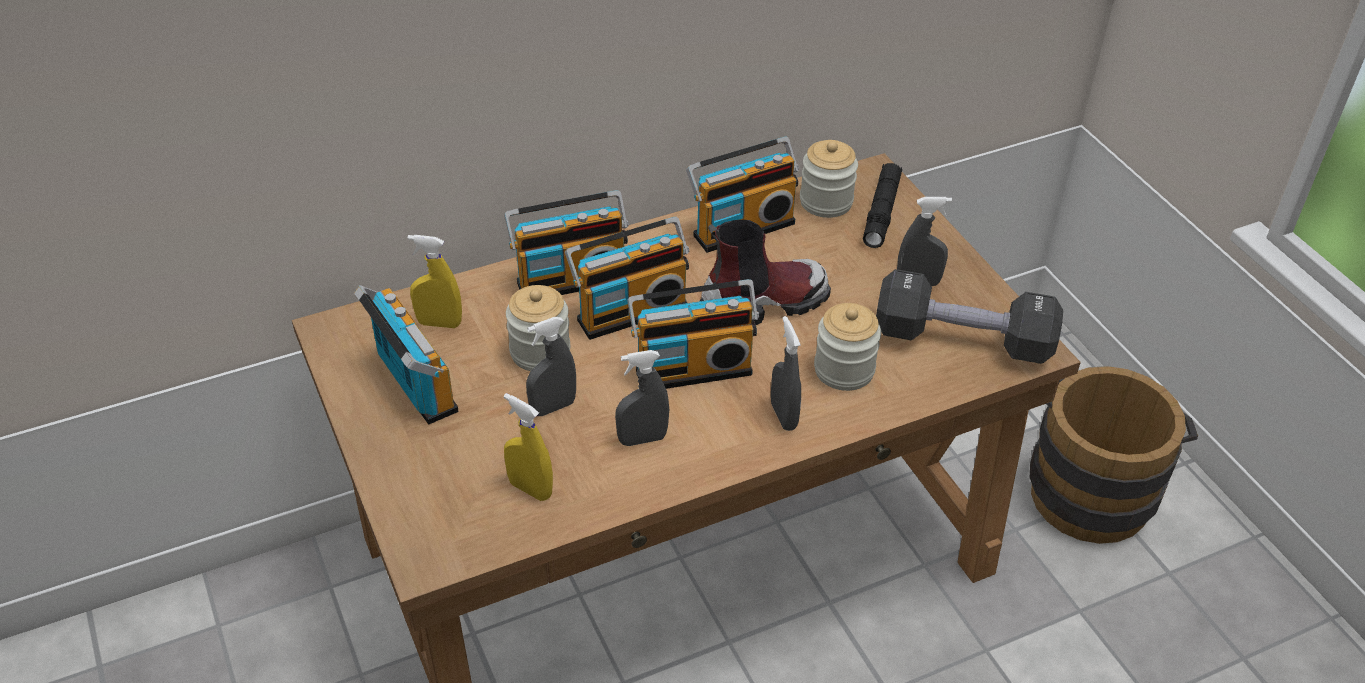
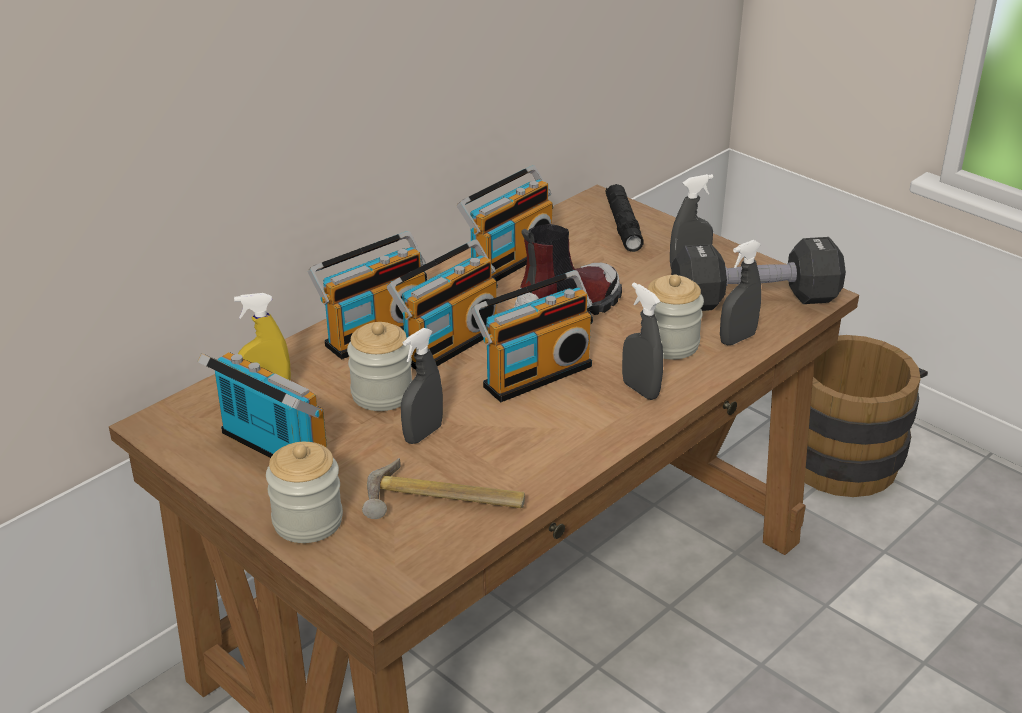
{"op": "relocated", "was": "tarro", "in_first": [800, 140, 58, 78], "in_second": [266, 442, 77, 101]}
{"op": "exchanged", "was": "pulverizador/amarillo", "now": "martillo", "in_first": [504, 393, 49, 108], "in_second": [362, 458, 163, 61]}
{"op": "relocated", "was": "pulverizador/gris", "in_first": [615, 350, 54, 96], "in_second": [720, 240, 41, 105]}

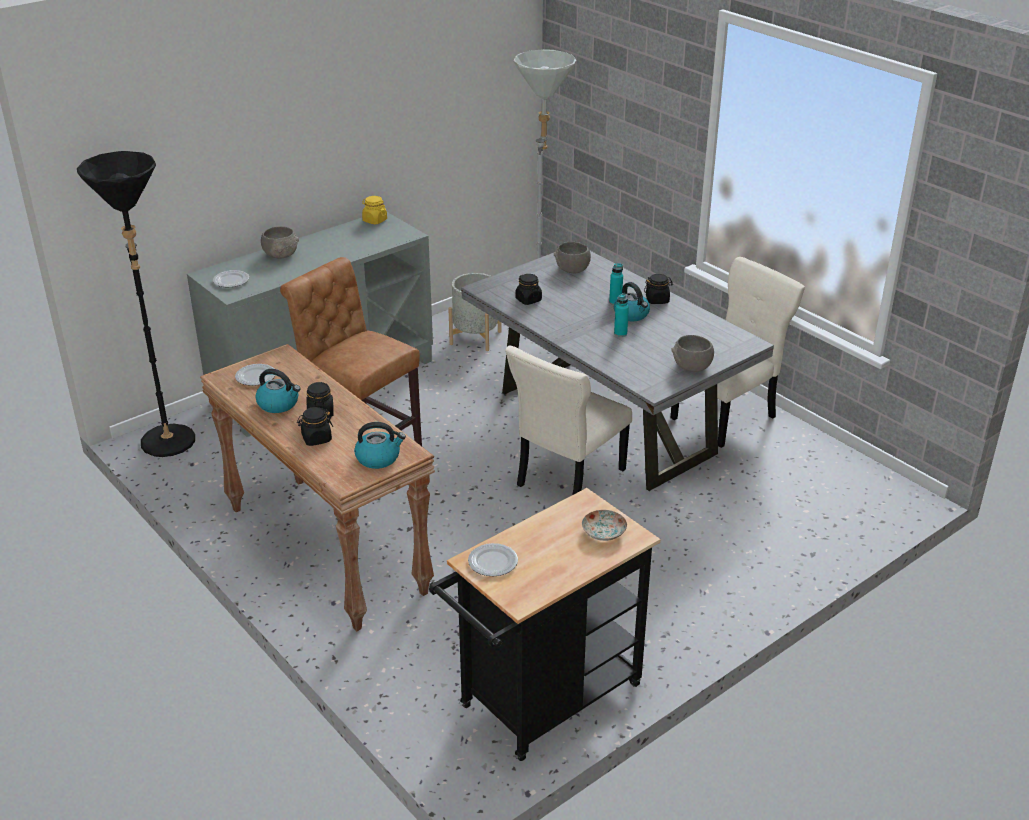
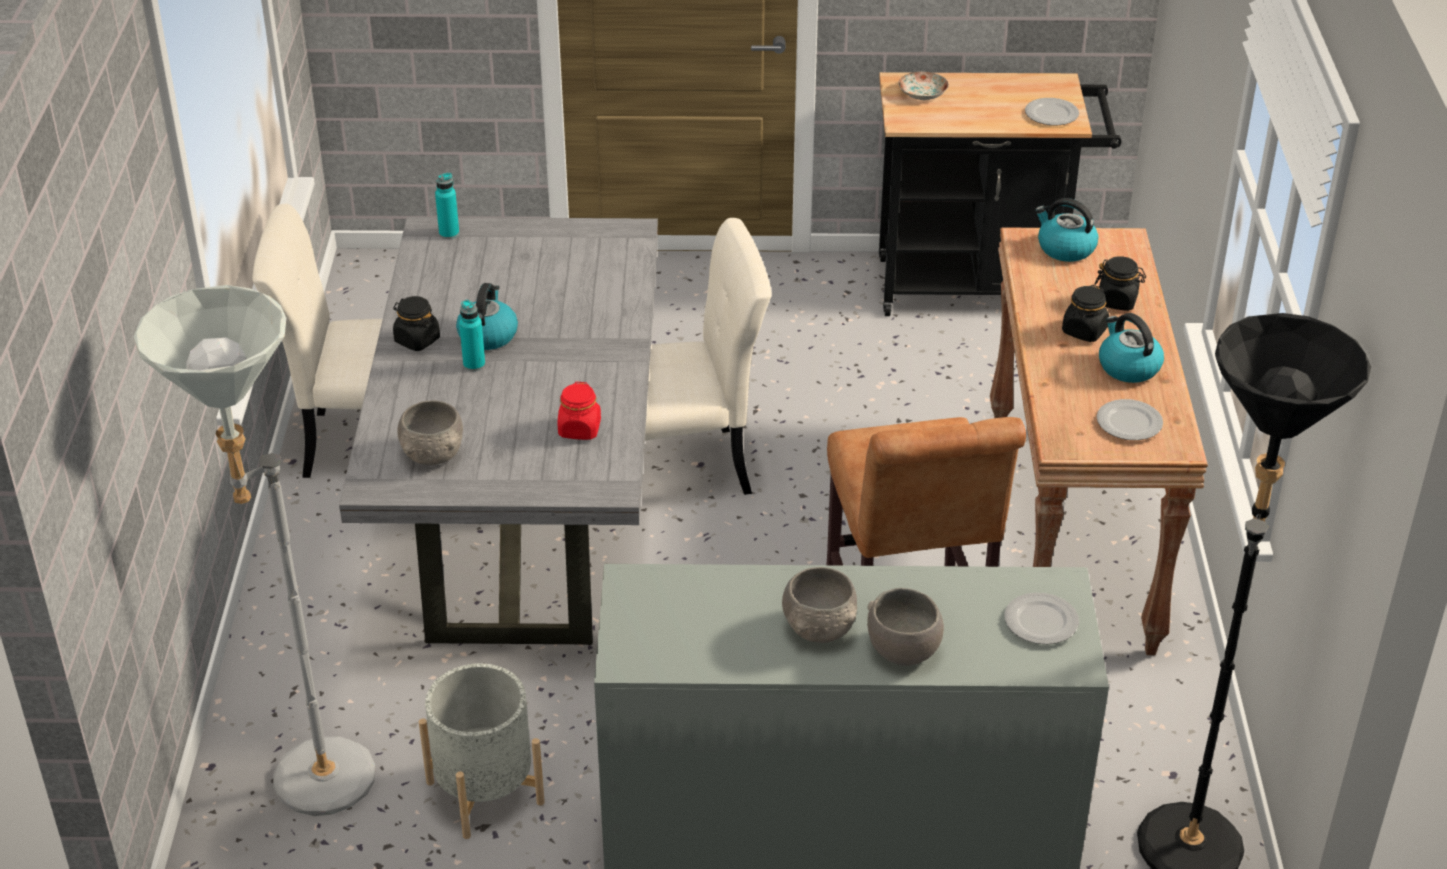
{"op": "relocated", "was": "botella/turquesa", "in_first": [614, 293, 15, 44], "in_second": [435, 173, 24, 66]}
{"op": "colour", "was": "tarro/negro", "now": "tarro/rojo", "in_first": [515, 274, 27, 31], "in_second": [557, 382, 44, 58]}
{"op": "relocated", "was": "cuenco/gris", "in_first": [671, 335, 43, 37], "in_second": [782, 567, 75, 76]}
{"op": "missing", "was": "tarro/amarillo", "in_first": [362, 196, 25, 28]}

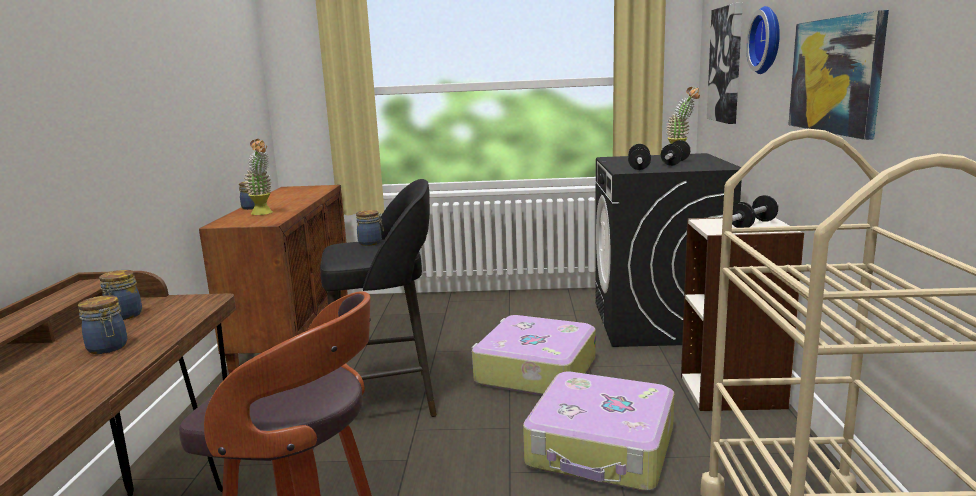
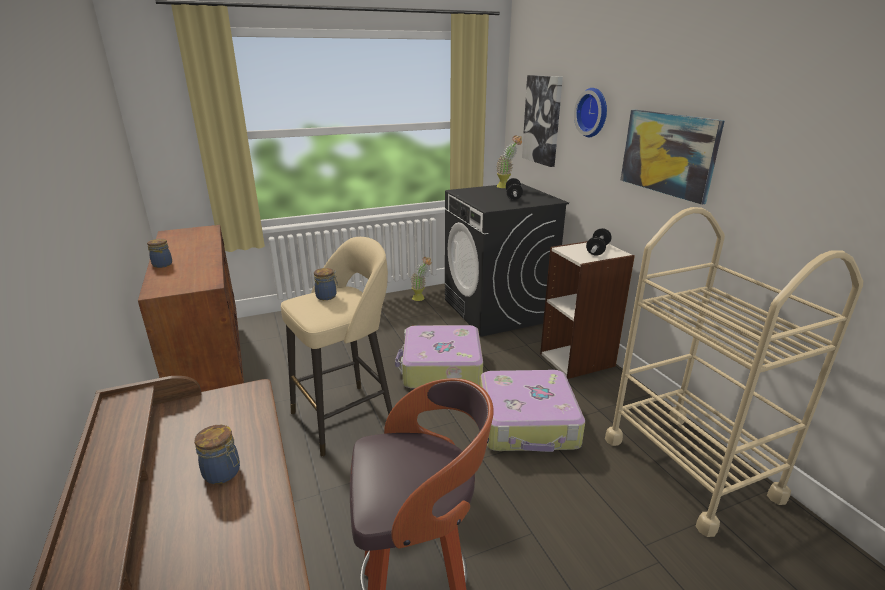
{"op": "colour", "was": "taburete/negro", "now": "taburete/beis", "in_first": [320, 179, 117, 238], "in_second": [281, 237, 111, 219]}
{"op": "relocated", "was": "planta en maceta", "in_first": [244, 139, 28, 76], "in_second": [411, 257, 21, 44]}
{"op": "missing", "was": "tarro", "in_first": [99, 270, 43, 50]}
{"op": "missing", "was": "mancuerna", "in_first": [628, 144, 23, 26]}

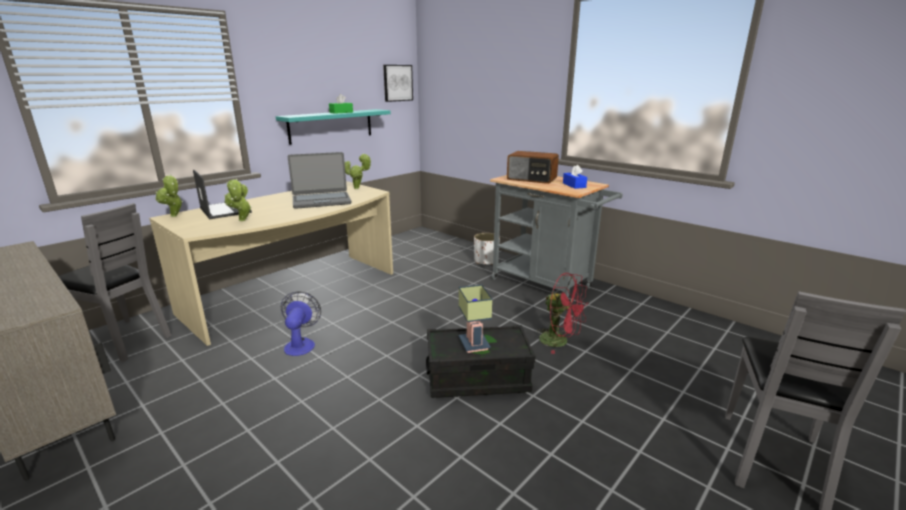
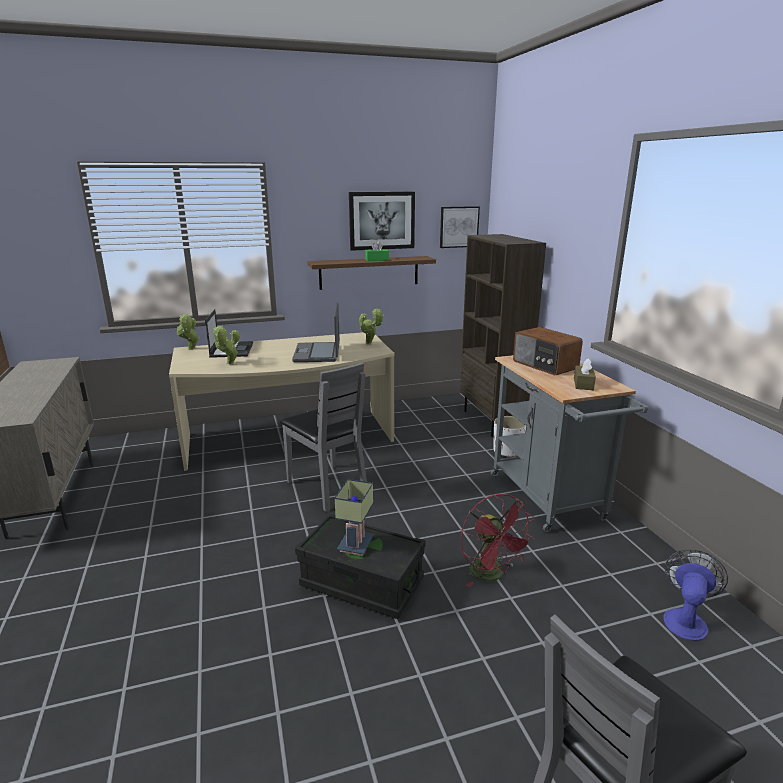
{"op": "relocated", "was": "silla/gris", "in_first": [59, 203, 113, 159], "in_second": [280, 362, 87, 150]}
{"op": "spun", "was": "portátil", "in_first": [288, 152, 64, 57], "in_second": [292, 303, 48, 59], "clockwise": 75}
{"op": "colour", "was": "estante/turquesa", "now": "estante/marrón", "in_first": [276, 109, 115, 36], "in_second": [308, 256, 128, 34]}
{"op": "appeared", "now": "cuadro", "in_second": [349, 192, 66, 59]}
{"op": "appeared", "now": "estantería/marrón", "in_second": [460, 234, 86, 203]}
{"op": "colour", "was": "caja de pañuelos/azul", "now": "caja de pañuelos/marrón", "in_first": [563, 165, 24, 24], "in_second": [574, 358, 22, 32]}
{"op": "relocated", "was": "ventilador", "in_first": [281, 291, 40, 65], "in_second": [663, 549, 65, 92]}

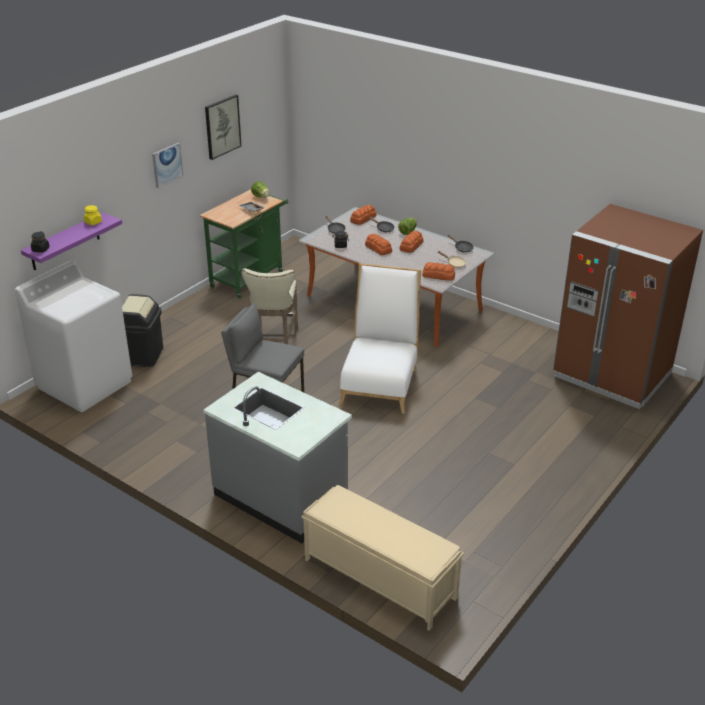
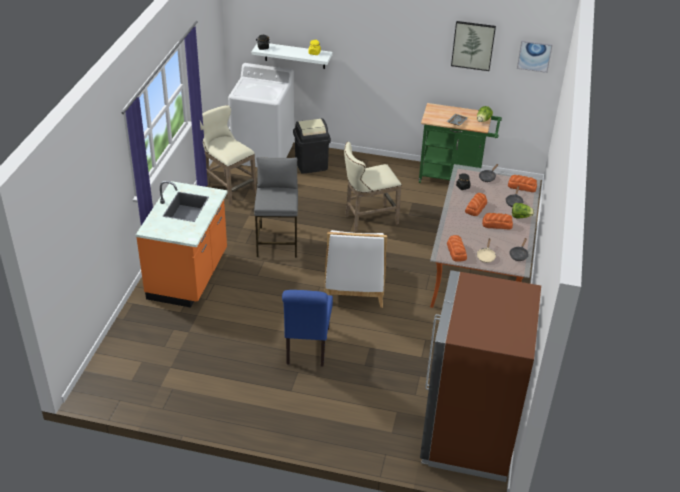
{"op": "colour", "was": "mueble bajo de cocina/gris", "now": "mueble bajo de cocina/naranja", "in_first": [204, 372, 148, 171], "in_second": [136, 181, 92, 127]}
{"op": "appeared", "now": "taburete/beis", "in_second": [200, 105, 57, 101]}
{"op": "colour", "was": "estante/morado", "now": "estante/blanco", "in_first": [21, 212, 101, 59], "in_second": [252, 43, 81, 26]}
{"op": "appeared", "now": "silla/azul", "in_second": [282, 290, 51, 77]}
{"op": "spun", "was": "silla/blanco", "in_first": [339, 263, 82, 151], "in_second": [325, 230, 62, 78], "clockwise": 105}
{"op": "relocated", "was": "cuadro", "in_first": [152, 143, 31, 45], "in_second": [517, 40, 36, 33]}
{"op": "missing", "was": "banco/beis", "in_first": [301, 485, 163, 146]}

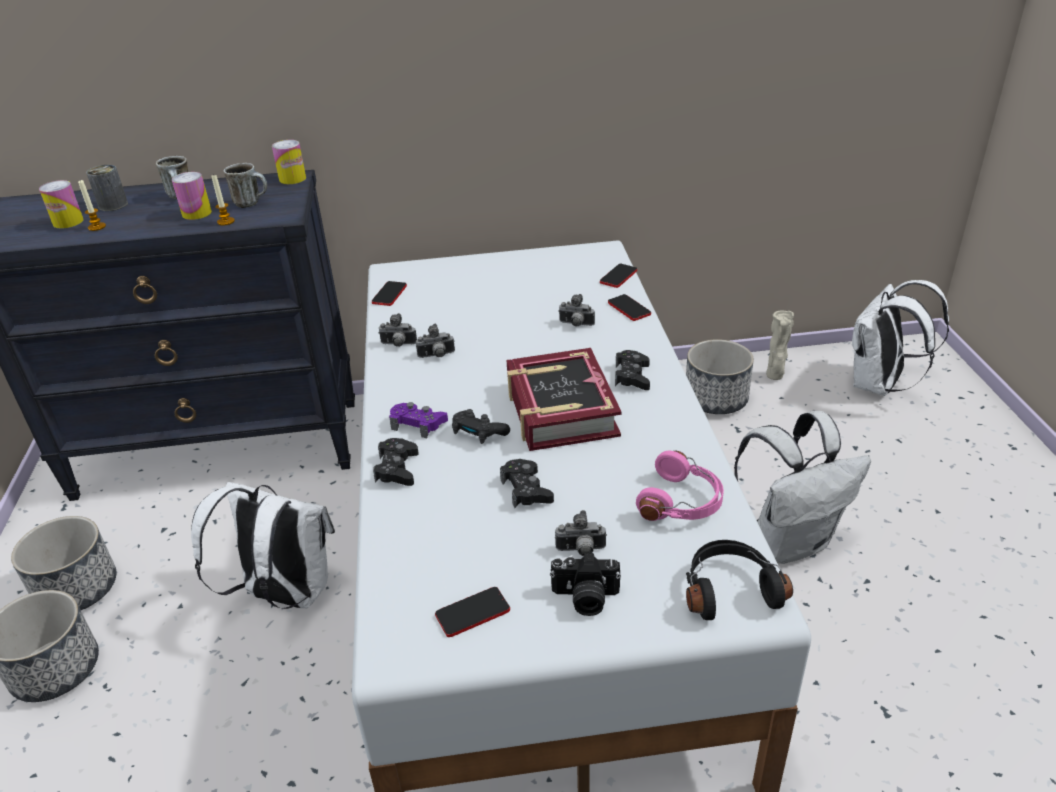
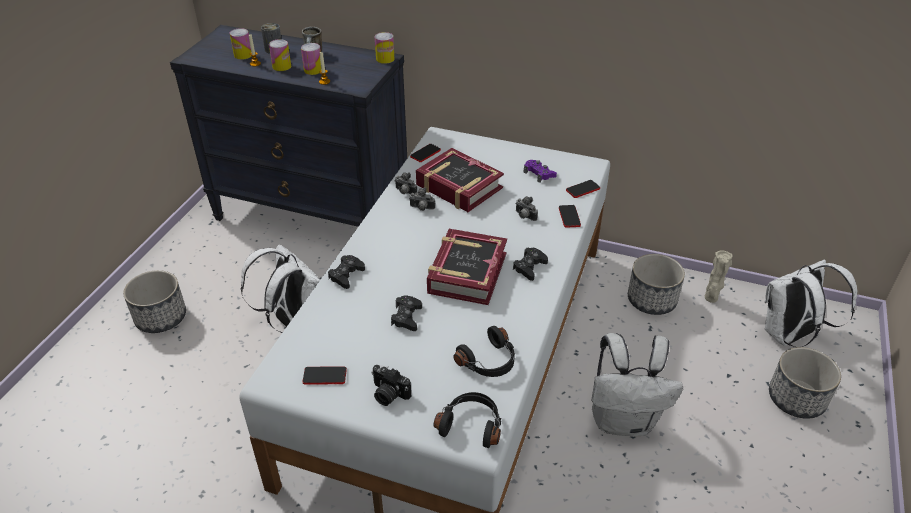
{"op": "appeared", "now": "lata", "in_second": [269, 39, 22, 32]}
{"op": "appeared", "now": "libro", "in_second": [416, 148, 88, 64]}
{"op": "colour", "was": "auriculares/rosa", "now": "auriculares/negro", "in_first": [636, 451, 88, 70], "in_second": [453, 326, 62, 51]}
{"op": "relocated", "was": "mando de consola/morado", "in_first": [389, 402, 59, 36], "in_second": [524, 160, 33, 23]}
{"op": "relocated", "was": "maceta", "in_first": [11, 516, 105, 94], "in_second": [769, 347, 72, 72]}
{"op": "missing", "was": "taza grande", "in_first": [224, 163, 43, 45]}
{"op": "missing", "was": "mando de consola/negro", "in_first": [452, 409, 58, 35]}
{"op": "missing", "was": "cámara", "in_first": [555, 510, 52, 46]}

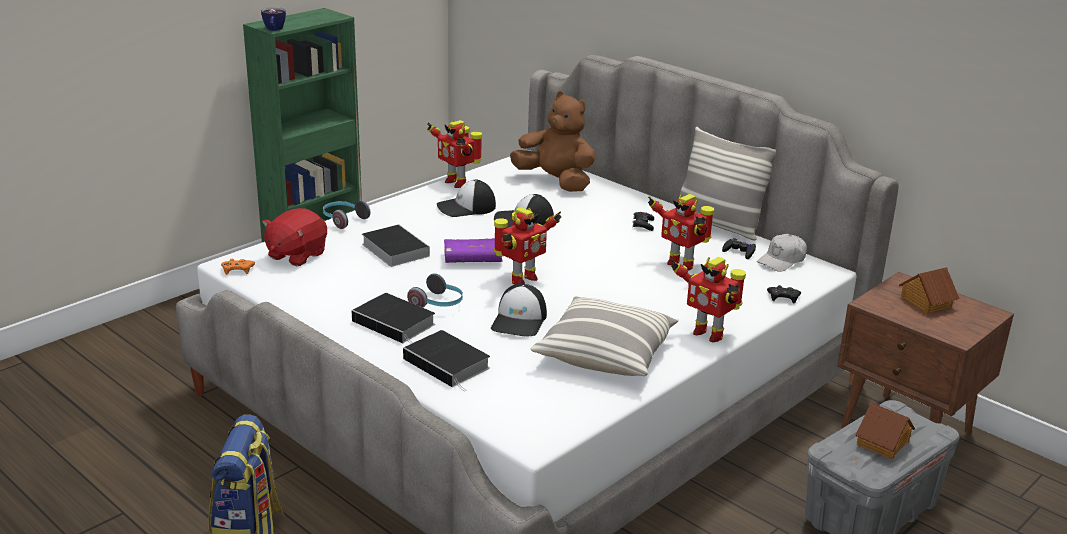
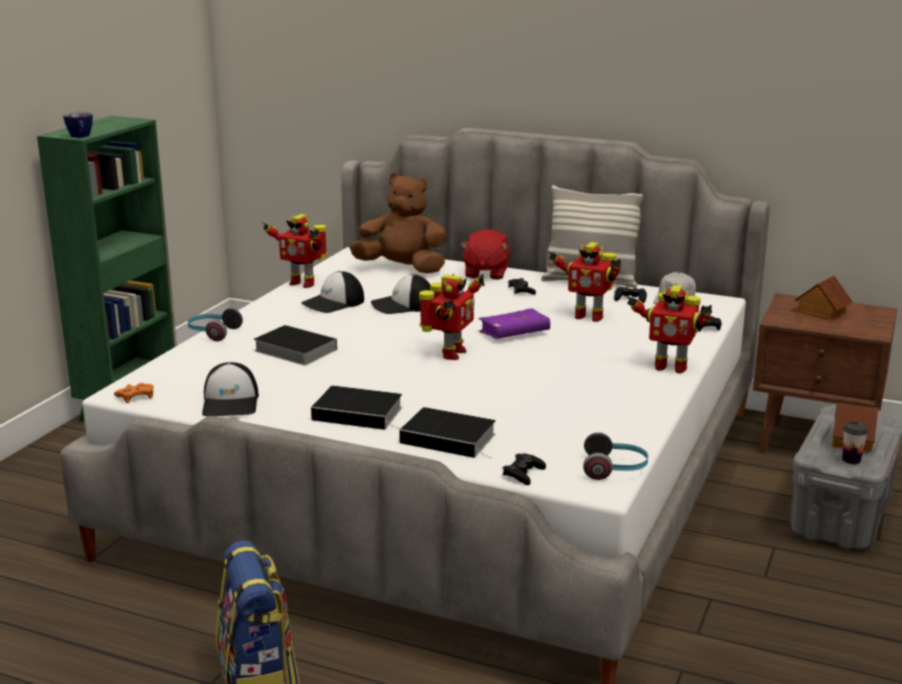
{"op": "relocated", "was": "gorra", "in_first": [491, 284, 56, 52], "in_second": [202, 362, 57, 54]}
{"op": "relocated", "was": "peluche/rojo", "in_first": [262, 208, 65, 58], "in_second": [460, 229, 50, 51]}
{"op": "relocated", "was": "libro/morado", "in_first": [444, 238, 59, 25], "in_second": [479, 308, 71, 31]}
{"op": "appeared", "now": "mando de consola/negro", "in_second": [503, 454, 43, 31]}
{"op": "relocated", "was": "auriculares", "in_first": [407, 273, 56, 35], "in_second": [583, 432, 65, 48]}
{"op": "appeared", "now": "taza", "in_second": [842, 422, 26, 42]}
{"op": "missing", "was": "cojín", "in_first": [531, 296, 148, 80]}

